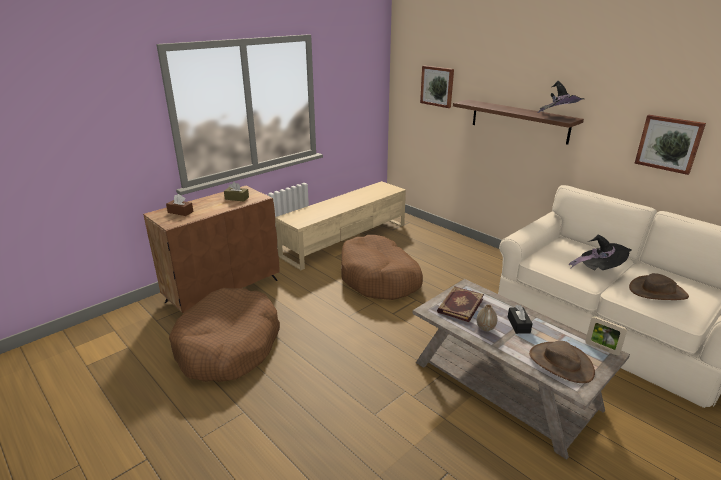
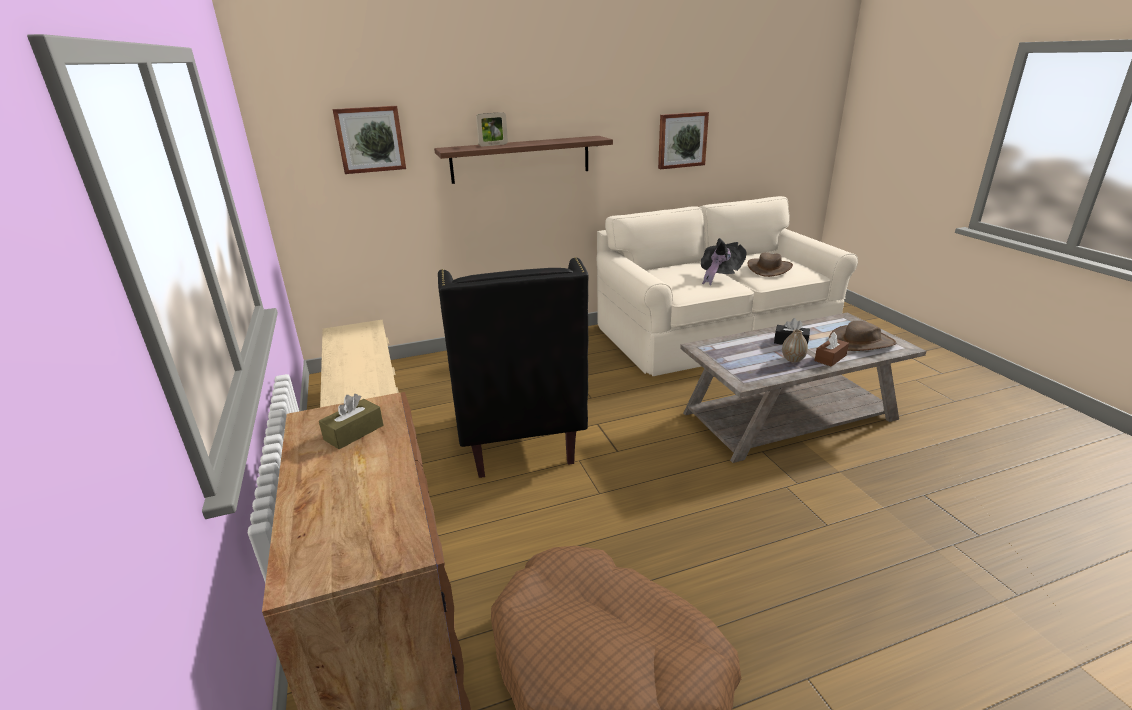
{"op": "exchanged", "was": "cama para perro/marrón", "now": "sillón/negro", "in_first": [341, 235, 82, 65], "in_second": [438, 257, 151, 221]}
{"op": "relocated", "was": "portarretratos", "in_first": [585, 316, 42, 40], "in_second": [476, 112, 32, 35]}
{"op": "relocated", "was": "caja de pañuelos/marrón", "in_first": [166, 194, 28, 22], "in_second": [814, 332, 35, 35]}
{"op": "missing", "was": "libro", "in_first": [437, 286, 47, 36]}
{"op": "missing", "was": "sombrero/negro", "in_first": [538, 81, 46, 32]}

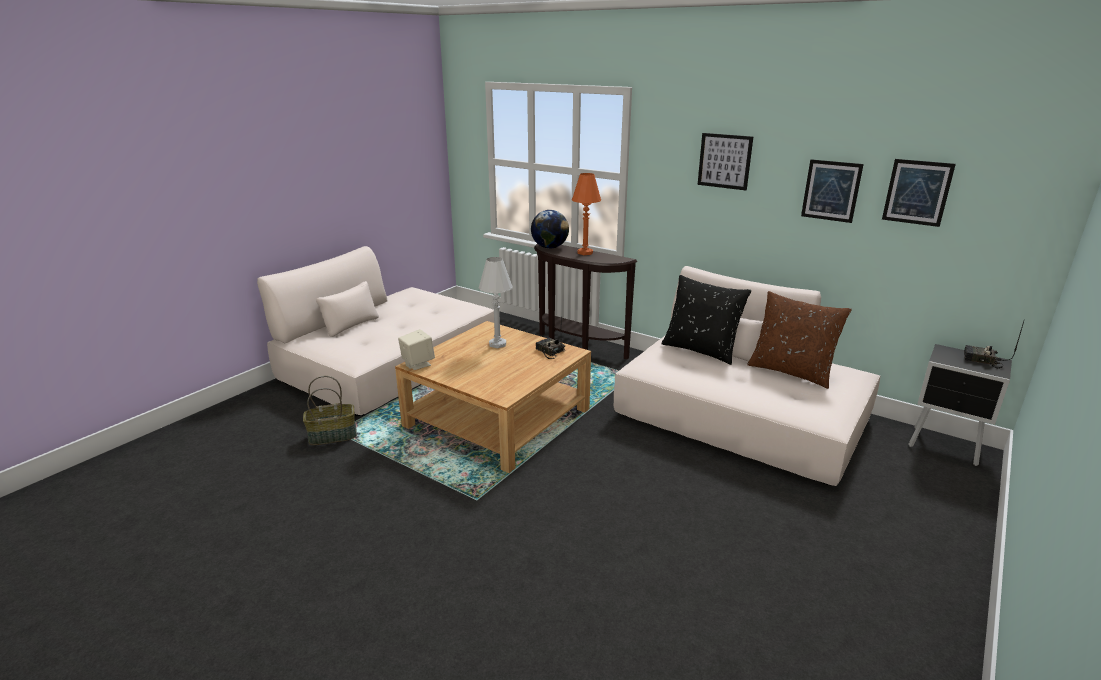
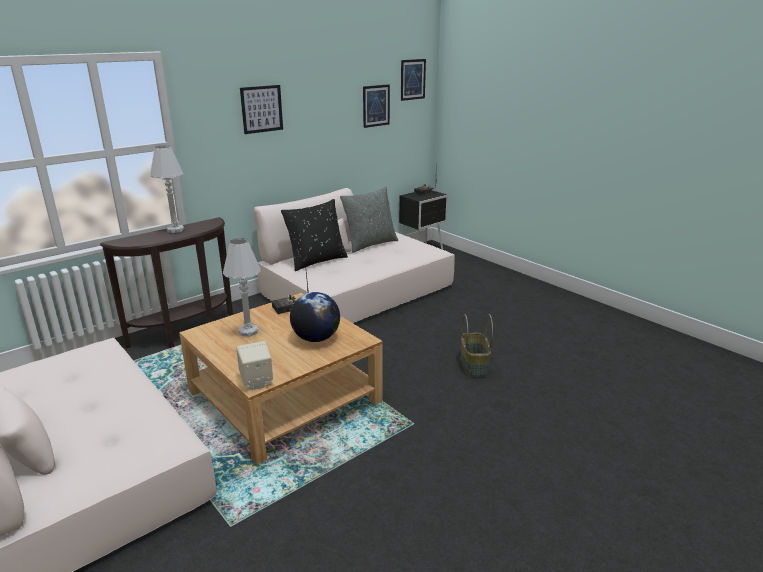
{"op": "colour", "was": "lámpara de mesa/naranja", "now": "lámpara de mesa/blanco", "in_first": [572, 173, 29, 82], "in_second": [150, 145, 34, 88]}
{"op": "relocated", "was": "globo terráqueo", "in_first": [531, 210, 38, 39], "in_second": [290, 292, 50, 50]}
{"op": "colour", "was": "cojín/marrón", "now": "cojín/gris", "in_first": [747, 291, 105, 98], "in_second": [340, 187, 58, 66]}
{"op": "relocated", "was": "cuadro", "in_first": [801, 159, 63, 64], "in_second": [401, 59, 25, 42]}
{"op": "relocated", "was": "cesta", "in_first": [303, 376, 54, 69], "in_second": [461, 314, 32, 63]}

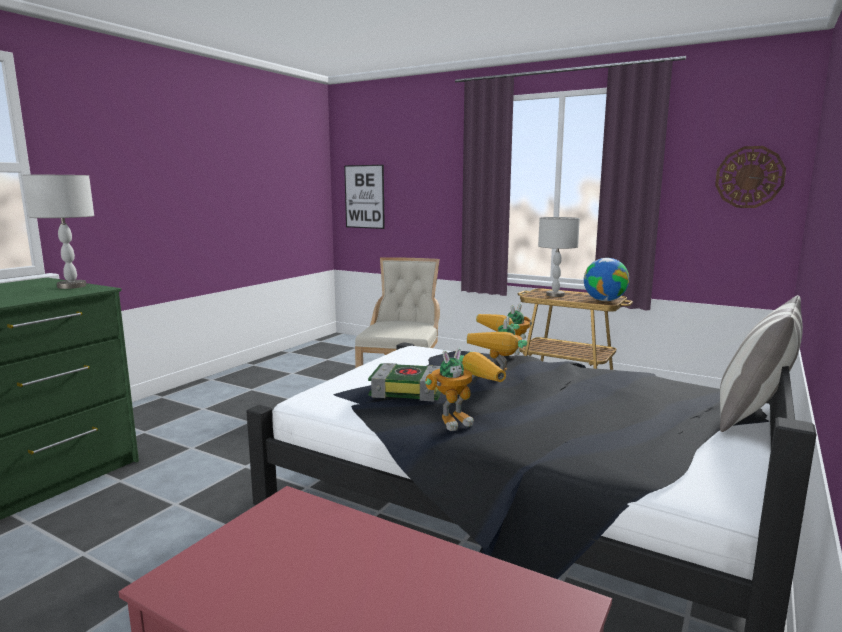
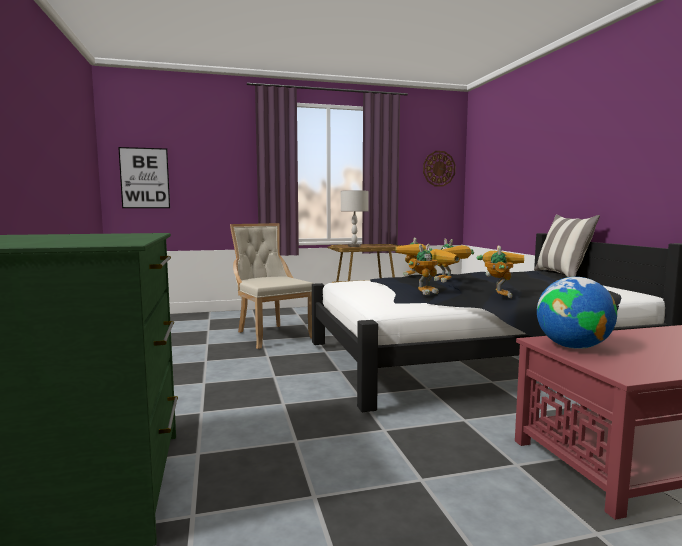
{"op": "exchanged", "was": "libro", "now": "robot de juguete", "in_first": [368, 363, 73, 38], "in_second": [408, 244, 52, 51]}
{"op": "relocated", "was": "globo terráqueo", "in_first": [584, 258, 45, 43], "in_second": [537, 277, 80, 72]}
{"op": "missing", "was": "lámpara de mesa/gris", "in_first": [23, 175, 71, 114]}

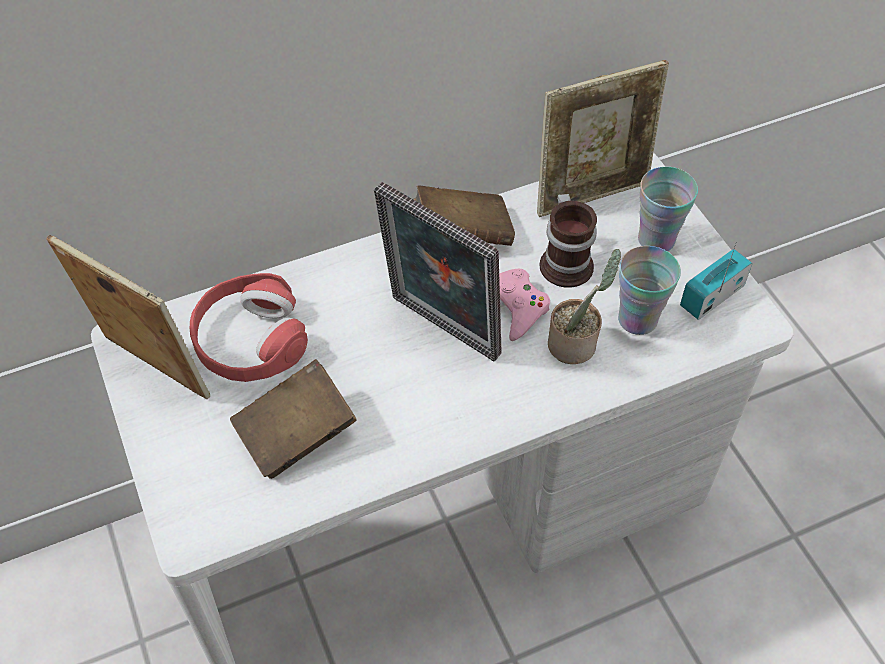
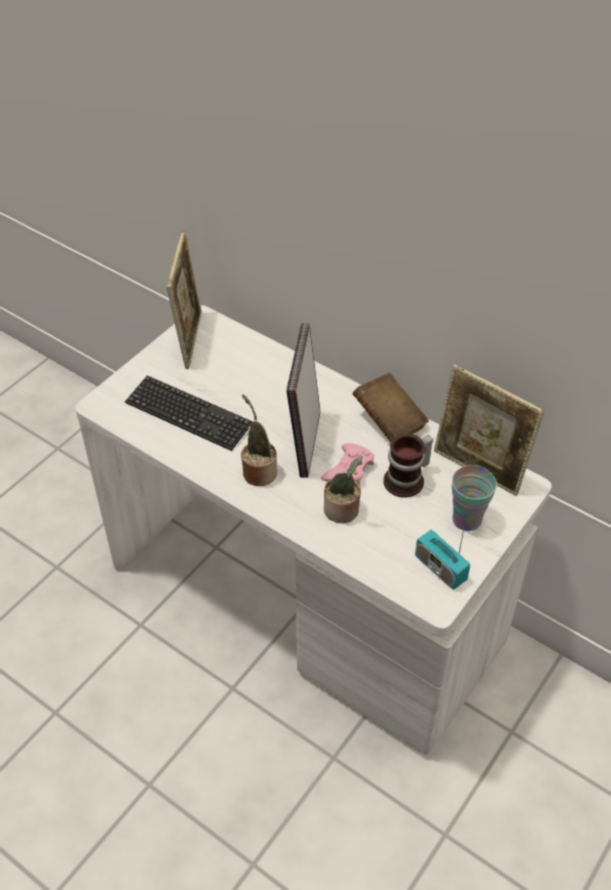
{"op": "exchanged", "was": "libro/marrón", "now": "teclado", "in_first": [230, 359, 127, 120], "in_second": [125, 375, 128, 76]}
{"op": "appeared", "now": "planta en maceta", "in_second": [241, 394, 36, 92]}
{"op": "spun", "was": "radio", "in_first": [680, 241, 72, 79], "in_second": [415, 519, 55, 71], "clockwise": -150}
{"op": "missing", "was": "auriculares/rojo", "in_first": [190, 273, 118, 109]}
{"op": "missing", "was": "taza", "in_first": [618, 246, 63, 89]}

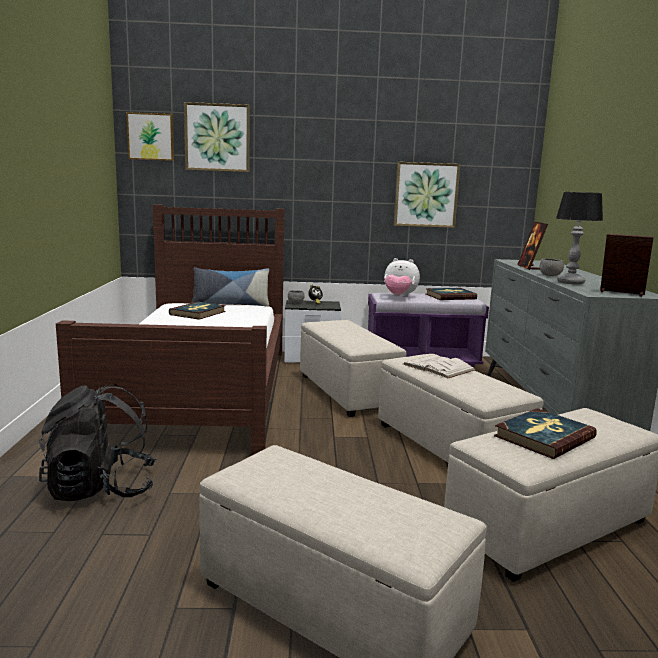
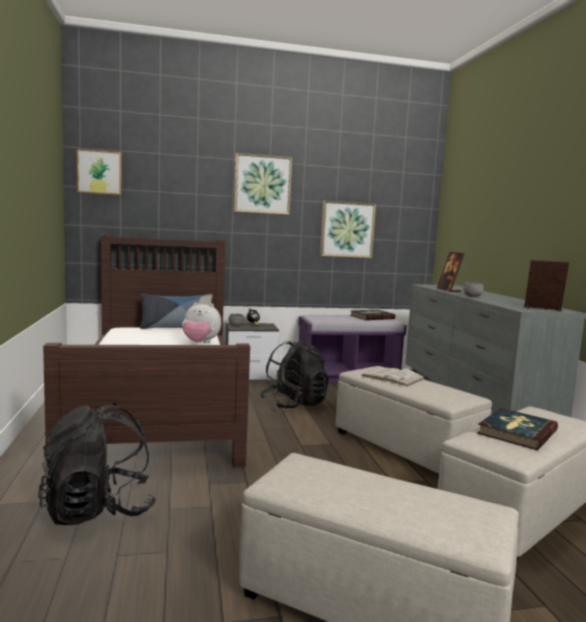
{"op": "relocated", "was": "peluche", "in_first": [384, 258, 36, 39], "in_second": [182, 302, 39, 41]}
{"op": "relocated", "was": "cuadro", "in_first": [184, 102, 66, 70], "in_second": [234, 153, 58, 62]}
{"op": "exchanged", "was": "puf/beis", "now": "mochila/negro", "in_first": [300, 320, 106, 97], "in_second": [260, 340, 69, 69]}
{"op": "missing", "was": "libro", "in_first": [169, 302, 57, 18]}
{"op": "missing", "was": "lámpara de mesa", "in_first": [556, 192, 47, 92]}

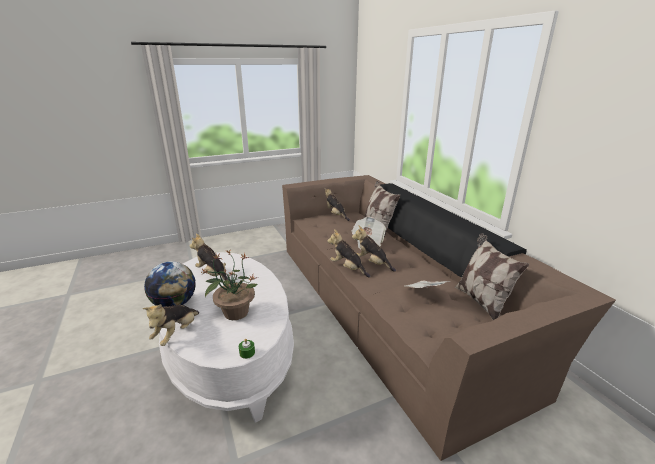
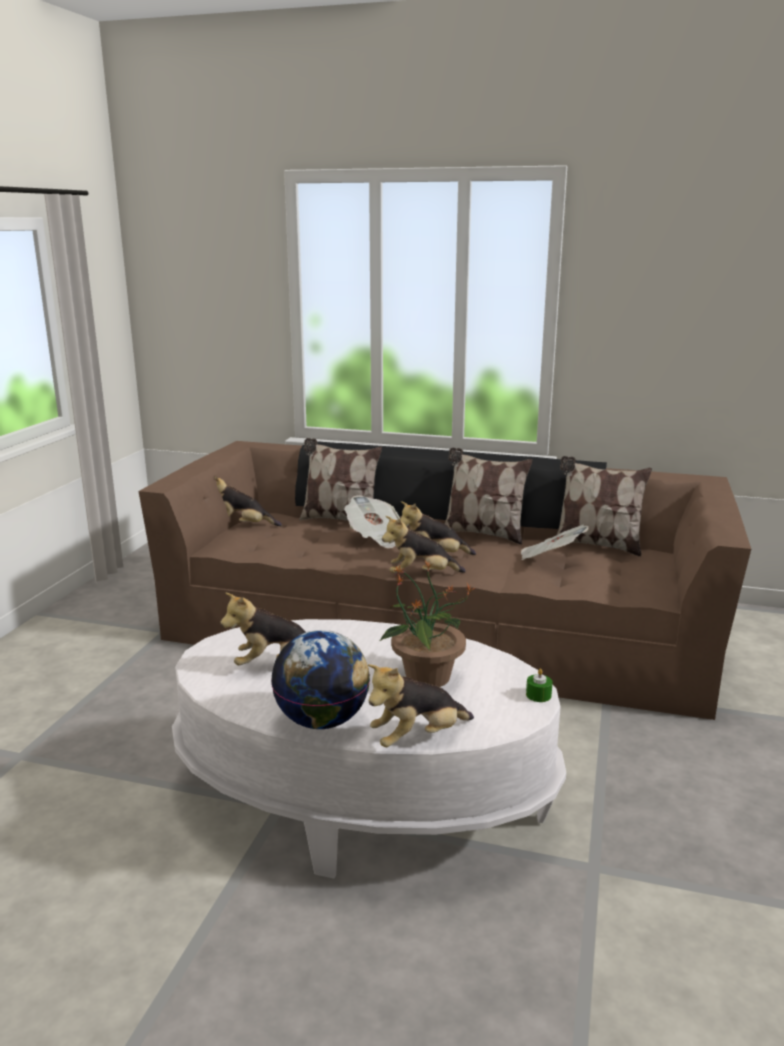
{"op": "spun", "was": "peluche", "in_first": [142, 304, 57, 42], "in_second": [368, 664, 106, 83], "clockwise": 90}
{"op": "appeared", "now": "cojín", "in_second": [445, 447, 88, 98]}

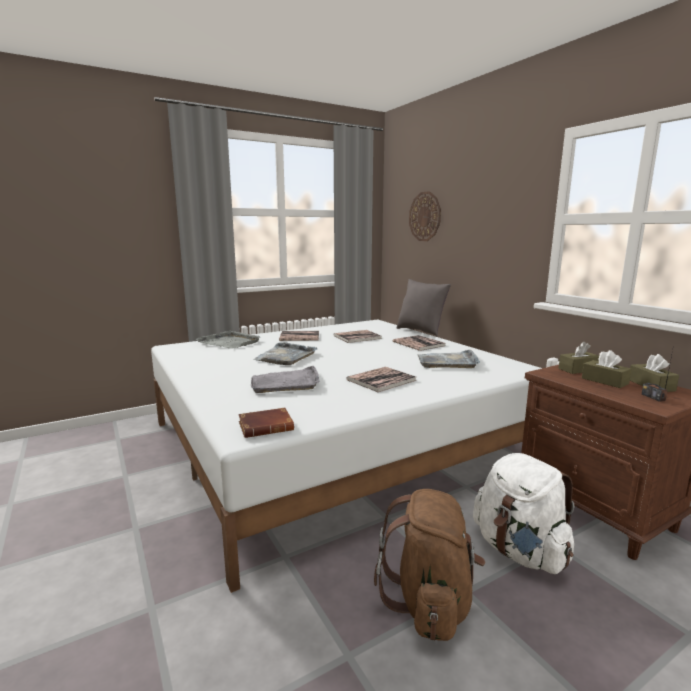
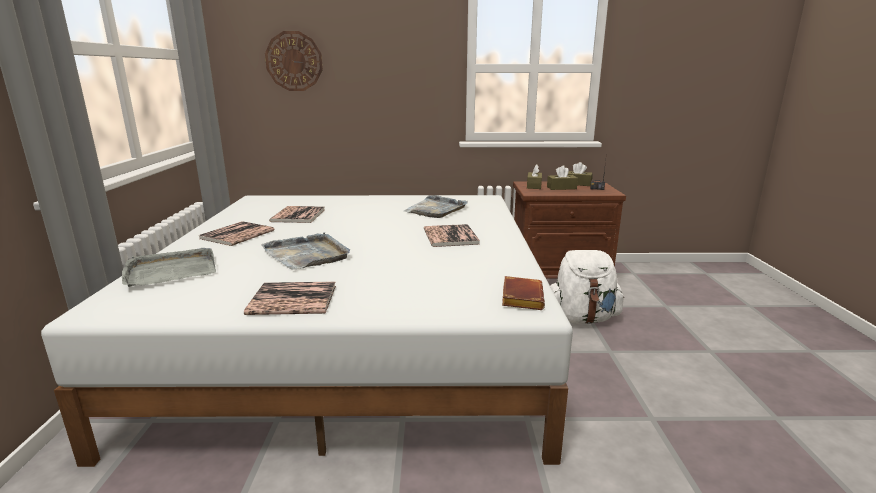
{"op": "relocated", "was": "libro", "in_first": [393, 335, 52, 16], "in_second": [244, 281, 92, 34]}
{"op": "missing", "was": "bandeja/gris", "in_first": [251, 366, 69, 27]}
{"op": "missing", "was": "mochila/marrón", "in_first": [374, 489, 111, 152]}
{"op": "missing", "was": "cojín/gris", "in_first": [397, 279, 54, 58]}

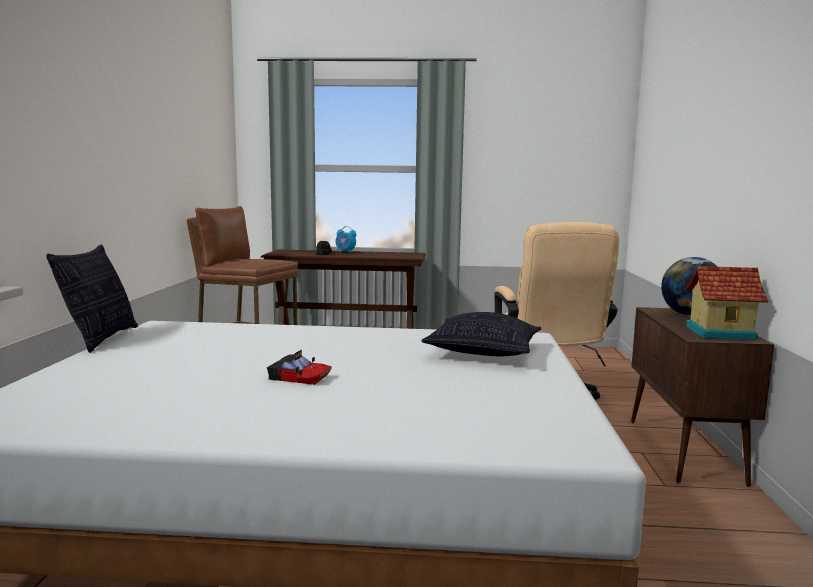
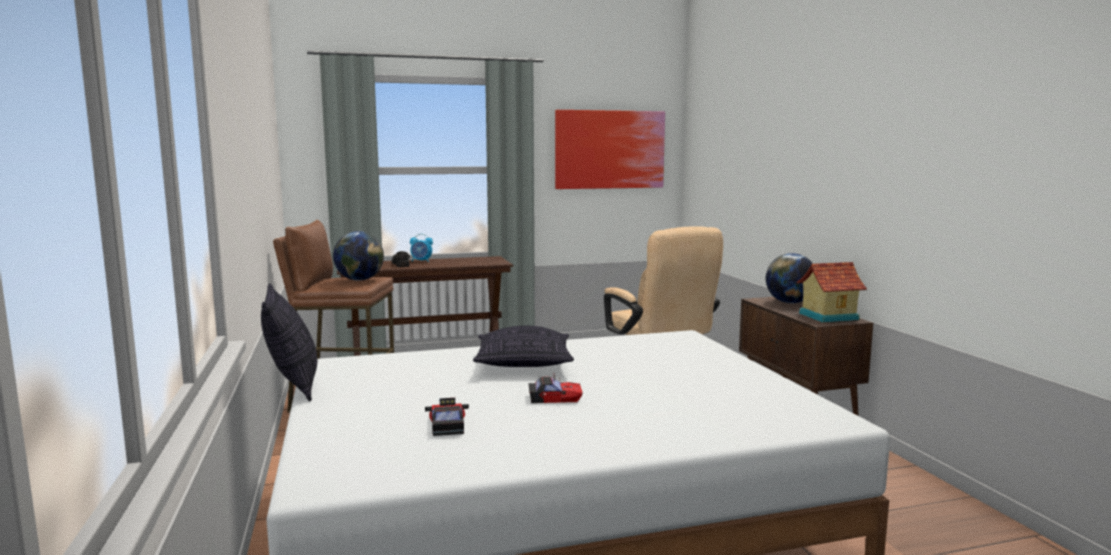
{"op": "appeared", "now": "globo terráqueo", "in_second": [333, 231, 51, 50]}
{"op": "appeared", "now": "coche de juguete", "in_second": [425, 398, 44, 38]}
{"op": "relocated", "was": "cojín", "in_first": [421, 312, 120, 44], "in_second": [473, 326, 101, 41]}
{"op": "appeared", "now": "cuadro", "in_second": [555, 110, 110, 79]}

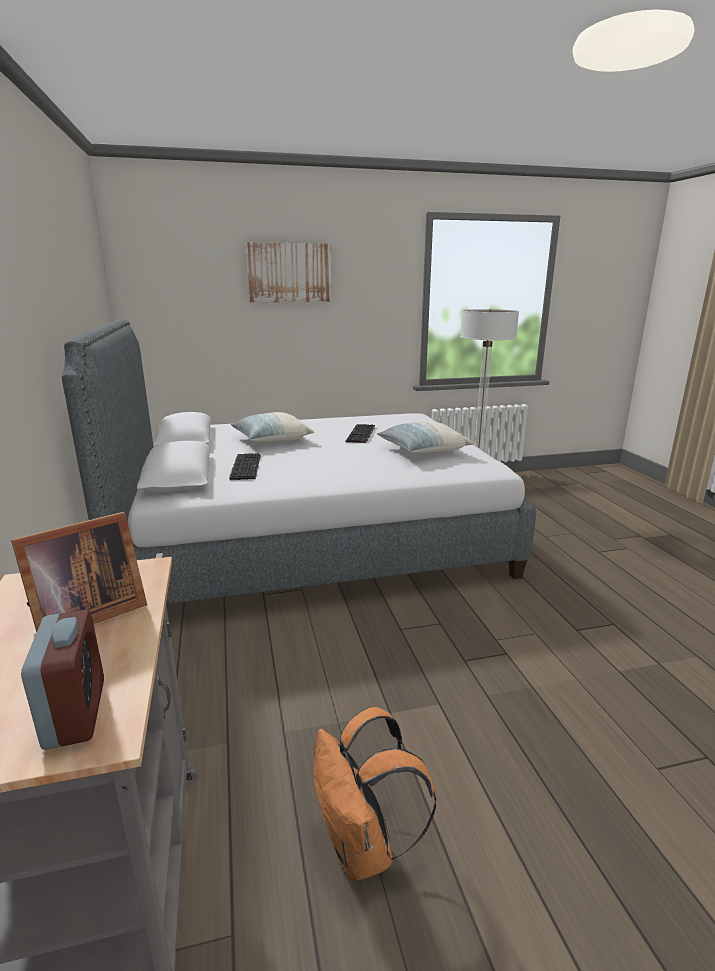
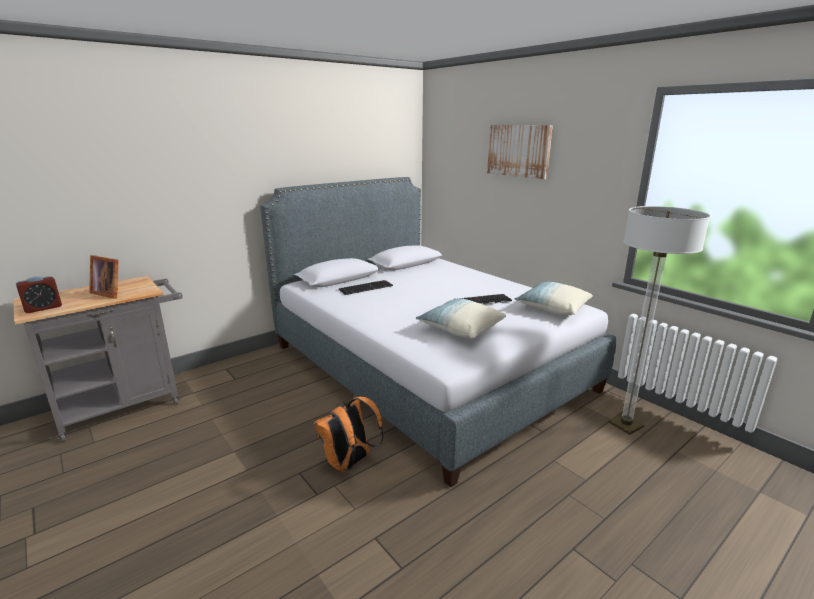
{"op": "relocated", "was": "mochila/naranja", "in_first": [314, 707, 122, 173], "in_second": [313, 397, 71, 75]}
{"op": "relocated", "was": "cojín", "in_first": [230, 412, 84, 30], "in_second": [515, 282, 78, 33]}

